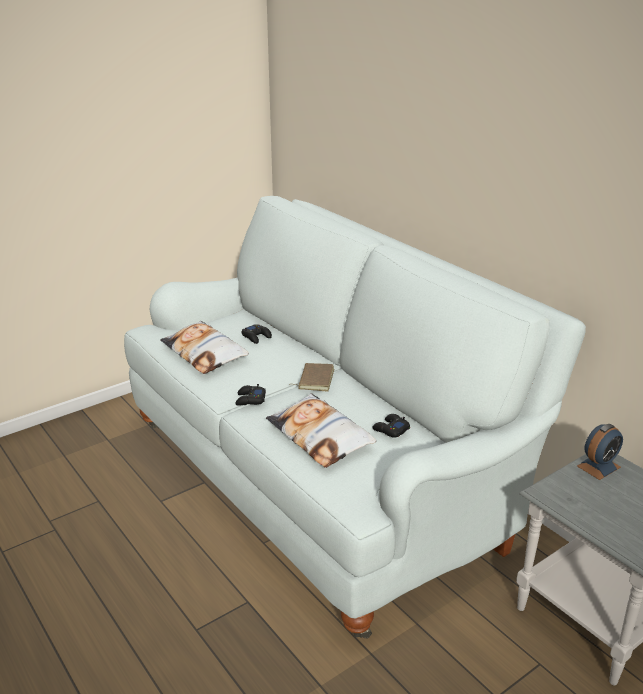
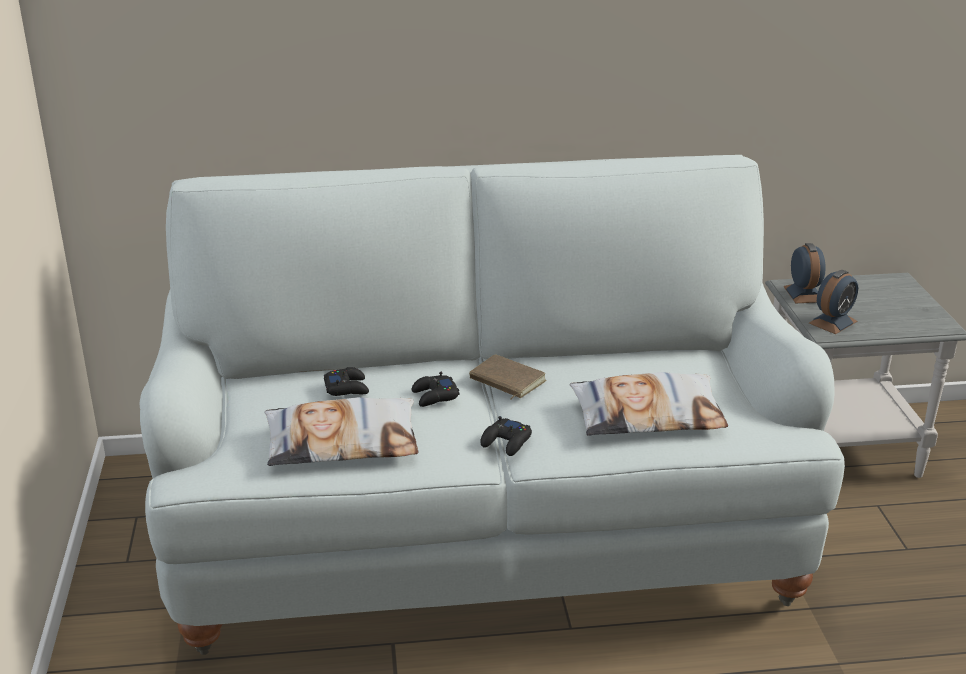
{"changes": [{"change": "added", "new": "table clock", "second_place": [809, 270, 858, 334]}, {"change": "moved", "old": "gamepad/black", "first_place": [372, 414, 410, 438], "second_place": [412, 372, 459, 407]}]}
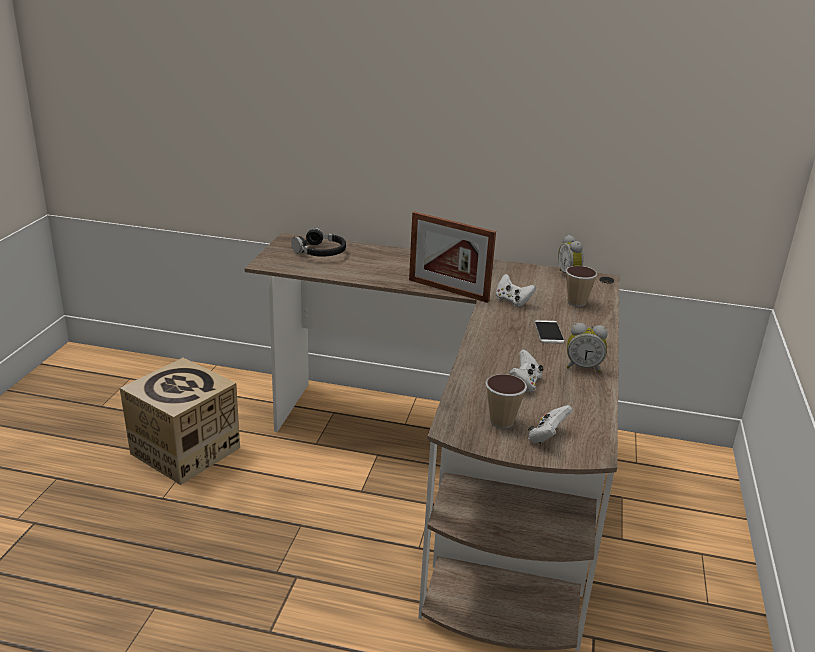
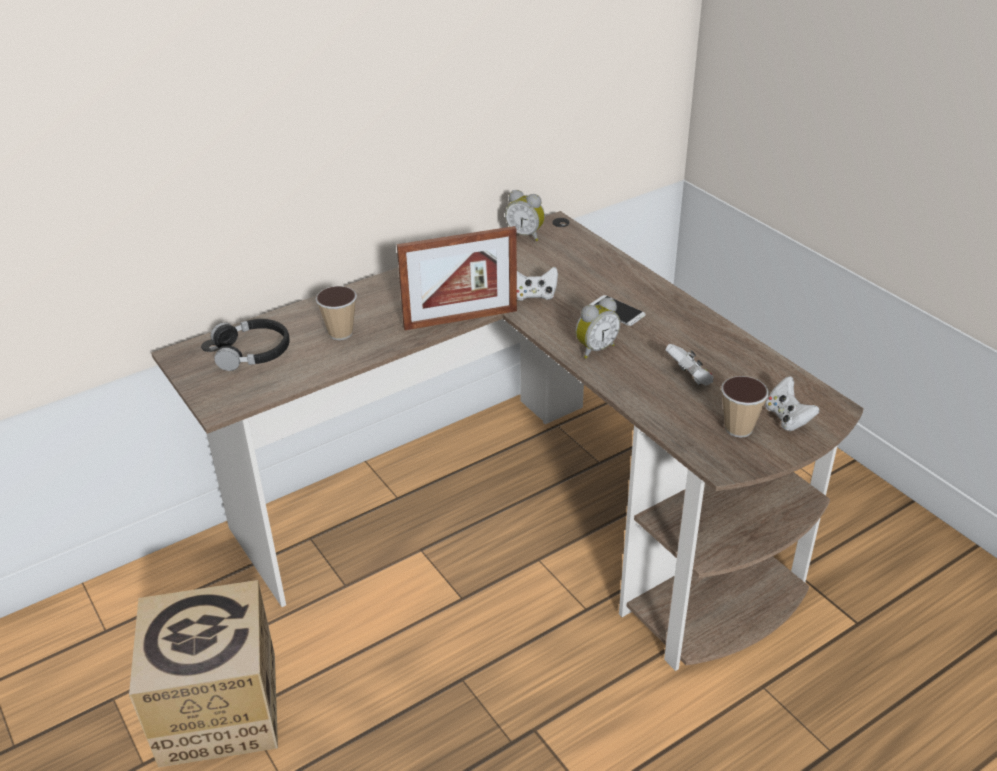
{"changes": [{"change": "moved", "old": "drinking cup", "first_place": [566, 266, 597, 307], "second_place": [316, 286, 357, 340]}, {"change": "moved", "old": "table clock", "first_place": [567, 323, 608, 372], "second_place": [576, 297, 620, 359]}]}
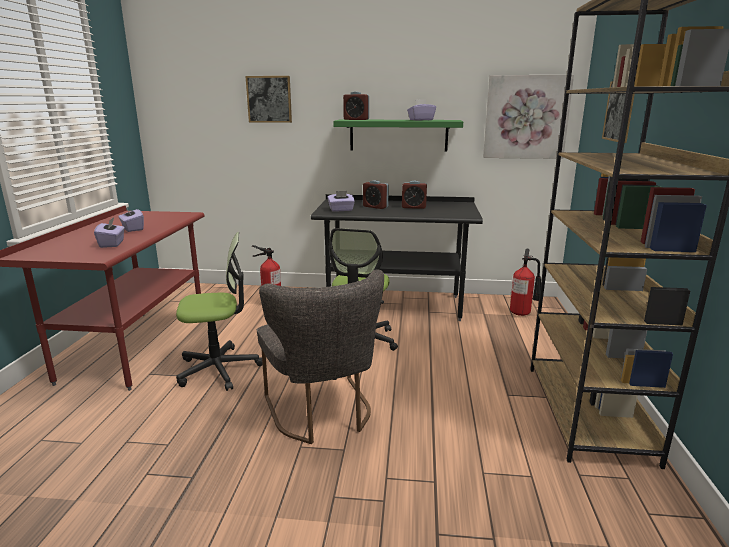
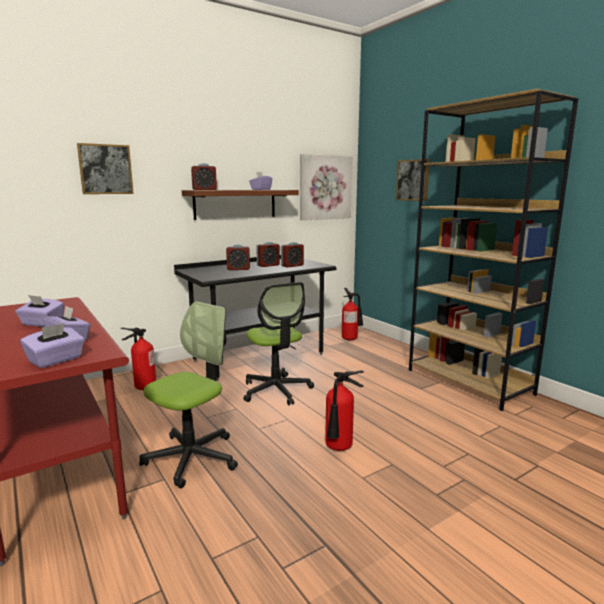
{"changes": [{"change": "added", "new": "table clock", "second_place": [281, 242, 304, 268]}, {"change": "moved", "old": "box of tissues/purple", "first_place": [327, 191, 355, 212], "second_place": [20, 323, 84, 368]}, {"change": "replaced", "old": "plain chair/gray", "new": "extinguisher", "first_place": [257, 269, 384, 444], "second_place": [325, 370, 364, 451]}, {"change": "recoloured", "old": "shelf/green-coloured", "new": "shelf/brownish", "first_place": [333, 119, 463, 151], "second_place": [182, 190, 299, 220]}]}
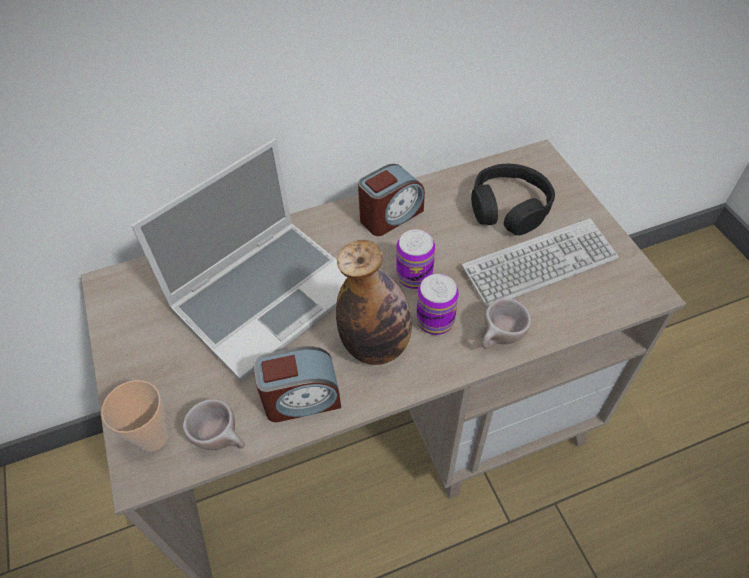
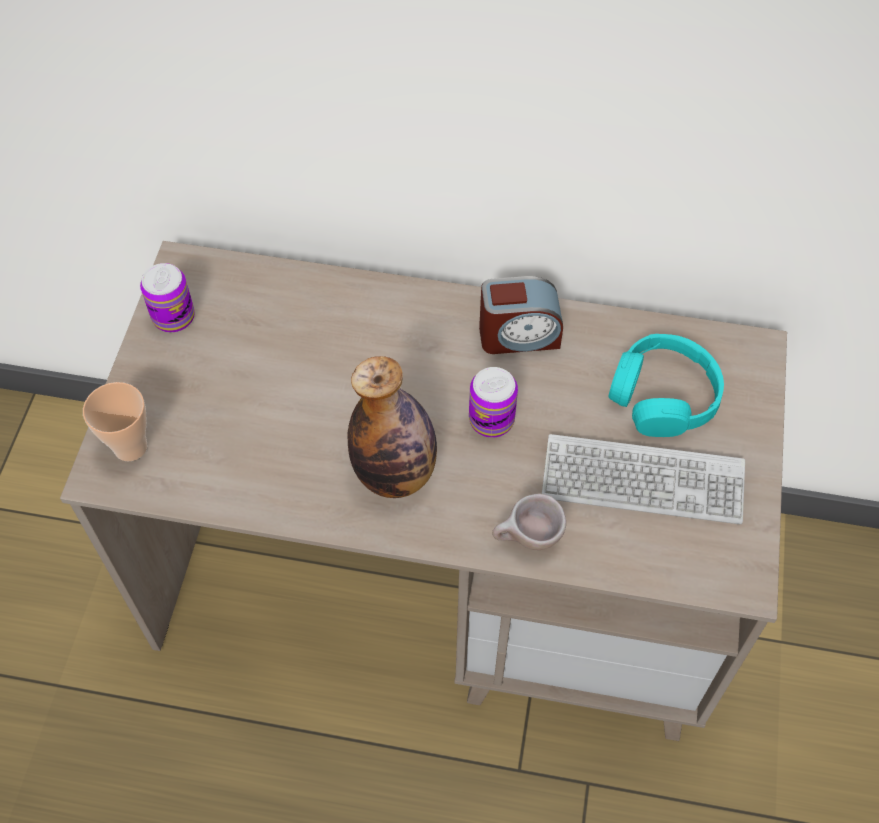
{"changes": [{"change": "removed", "old": "laptop", "first_place": [131, 139, 347, 381]}, {"change": "removed", "old": "drinking cup/sand-coloured", "first_place": [183, 399, 245, 450]}, {"change": "removed", "old": "table clock", "first_place": [253, 346, 341, 422]}, {"change": "moved", "old": "sealed can", "first_place": [416, 274, 459, 335], "second_place": [140, 263, 195, 333]}, {"change": "recoloured", "old": "headphones/black", "new": "headphones/turquoise-coloured", "first_place": [471, 164, 555, 235], "second_place": [608, 334, 724, 437]}]}
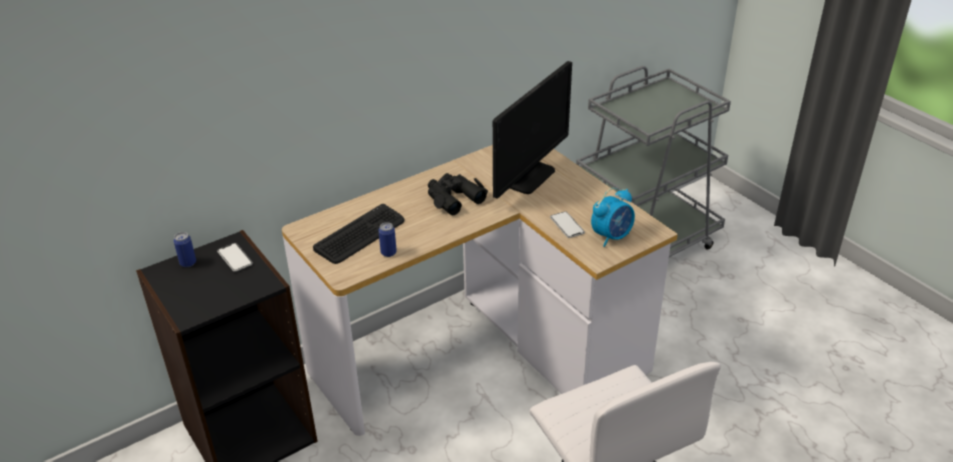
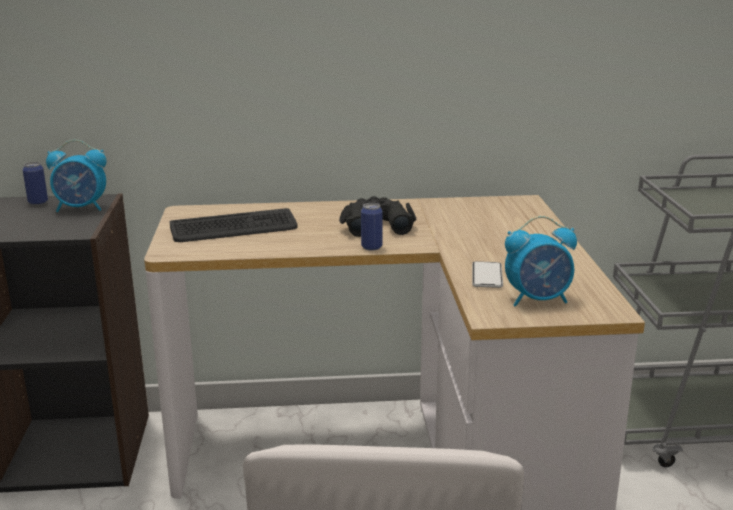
{"changes": [{"change": "removed", "old": "monitor", "first_place": [493, 61, 572, 199]}, {"change": "moved", "old": "sealed can", "first_place": [378, 222, 397, 257], "second_place": [361, 203, 383, 251]}, {"change": "replaced", "old": "handset", "new": "table clock", "first_place": [217, 243, 253, 272], "second_place": [46, 140, 107, 212]}]}
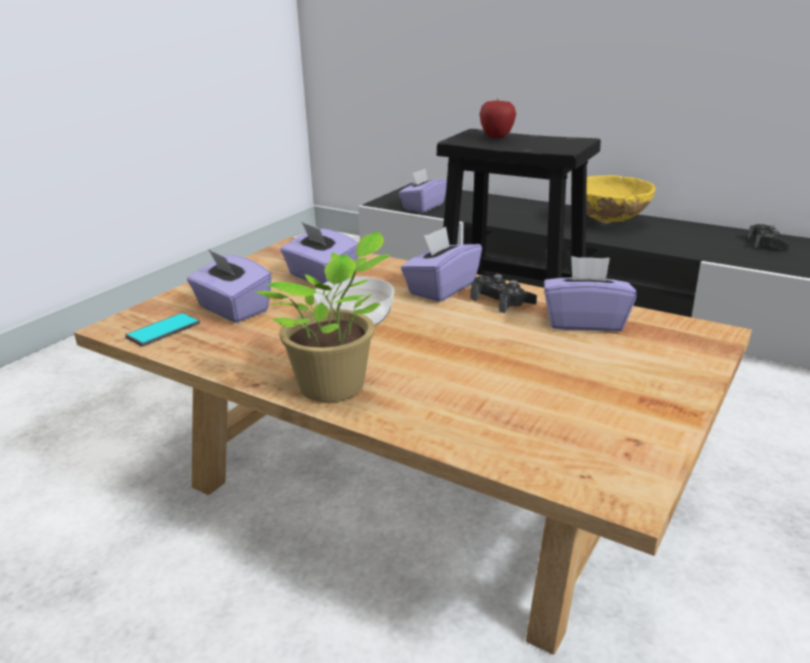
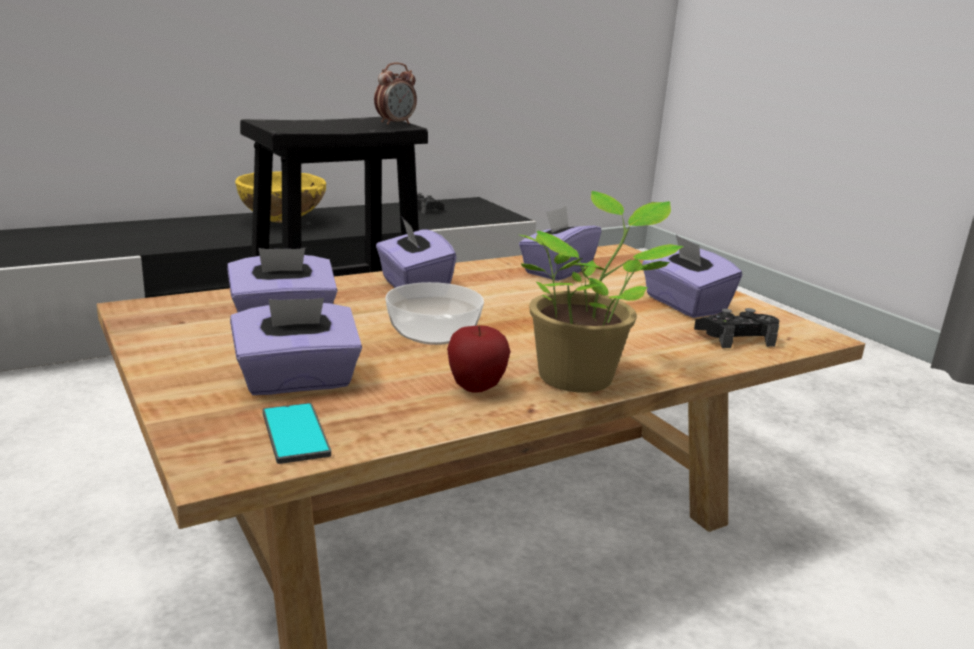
{"changes": [{"change": "added", "new": "table clock", "second_place": [374, 63, 417, 125]}, {"change": "moved", "old": "box of tissues/purple", "first_place": [399, 169, 447, 213], "second_place": [642, 235, 742, 318]}, {"change": "moved", "old": "gamepad/black", "first_place": [470, 274, 537, 314], "second_place": [694, 308, 779, 348]}, {"change": "moved", "old": "apple", "first_place": [480, 100, 516, 138], "second_place": [447, 325, 511, 393]}]}
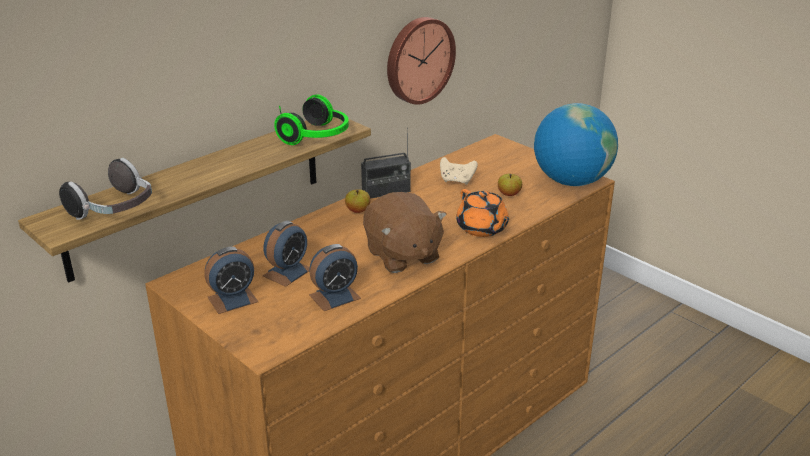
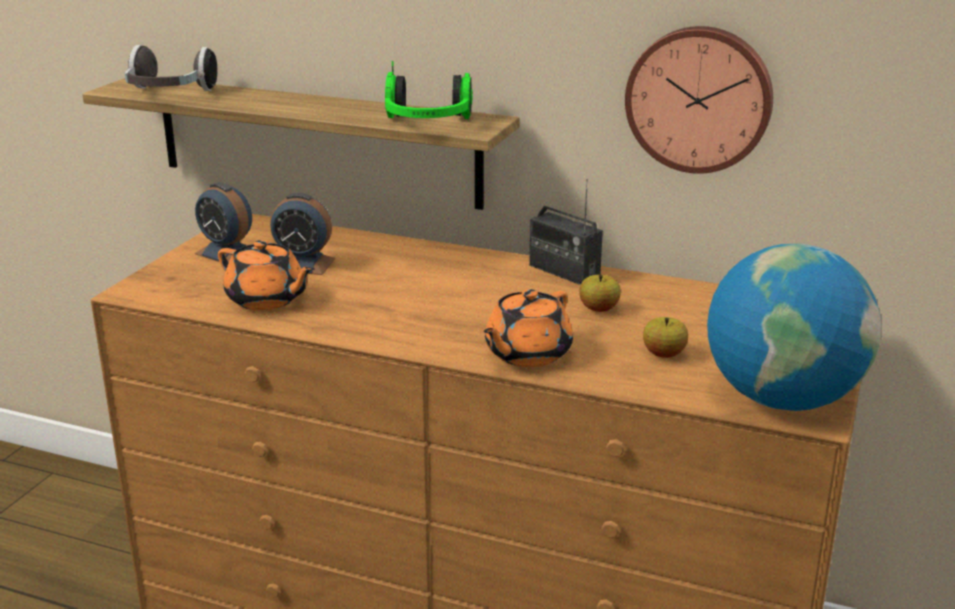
{"changes": [{"change": "removed", "old": "soft toy/brownish", "first_place": [363, 192, 447, 273]}, {"change": "removed", "old": "gamepad/sand-coloured", "first_place": [440, 157, 478, 185]}, {"change": "moved", "old": "apple", "first_place": [345, 189, 370, 213], "second_place": [579, 275, 621, 312]}, {"change": "replaced", "old": "table clock", "new": "tea pot/orange-coloured", "first_place": [309, 244, 361, 311], "second_place": [218, 240, 315, 310]}]}
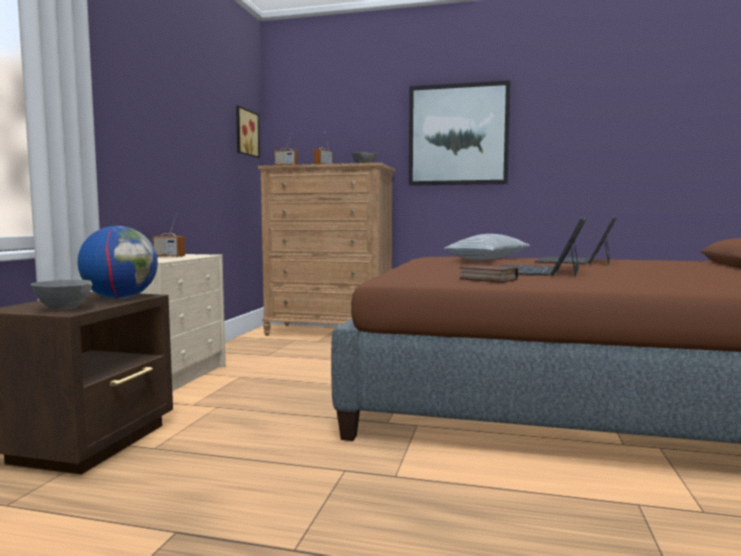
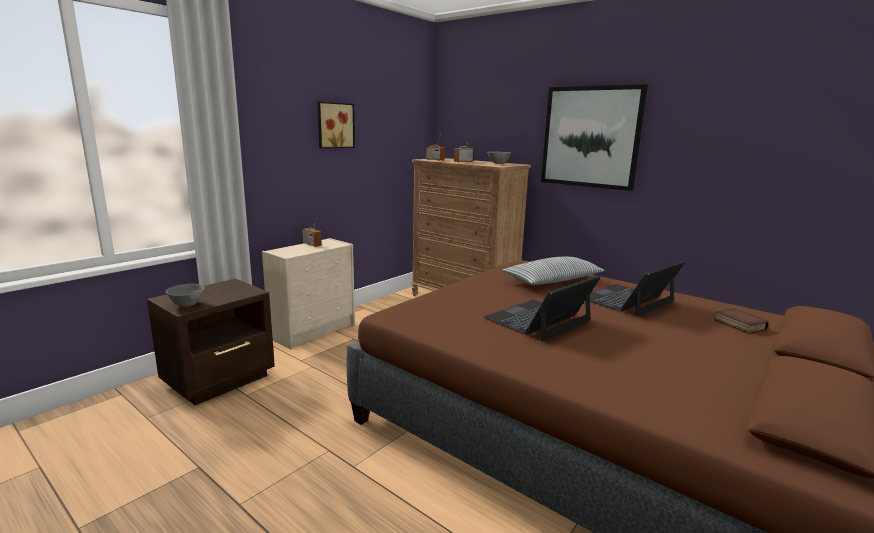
{"changes": [{"change": "removed", "old": "world globe", "first_place": [78, 226, 158, 299]}, {"change": "moved", "old": "picture", "first_place": [236, 105, 260, 158], "second_place": [318, 101, 355, 149]}, {"change": "moved", "old": "book", "first_place": [459, 265, 518, 283], "second_place": [714, 308, 768, 334]}]}
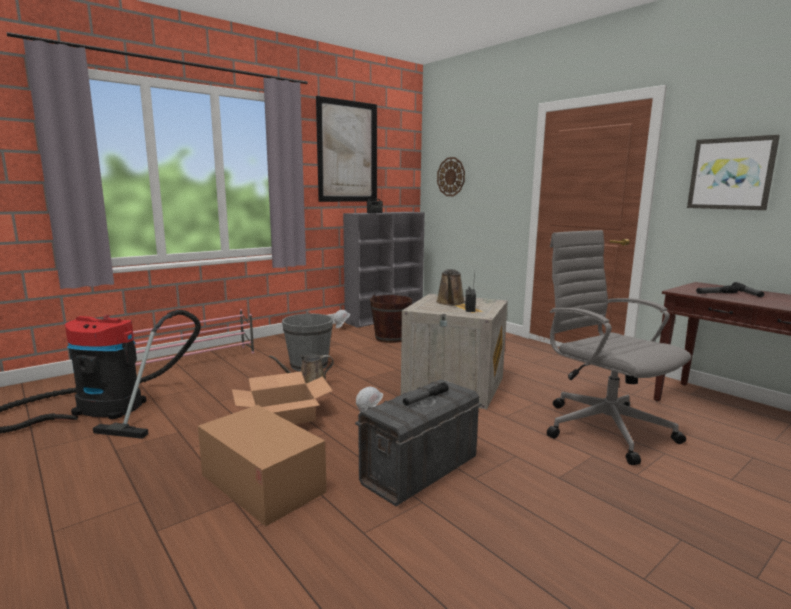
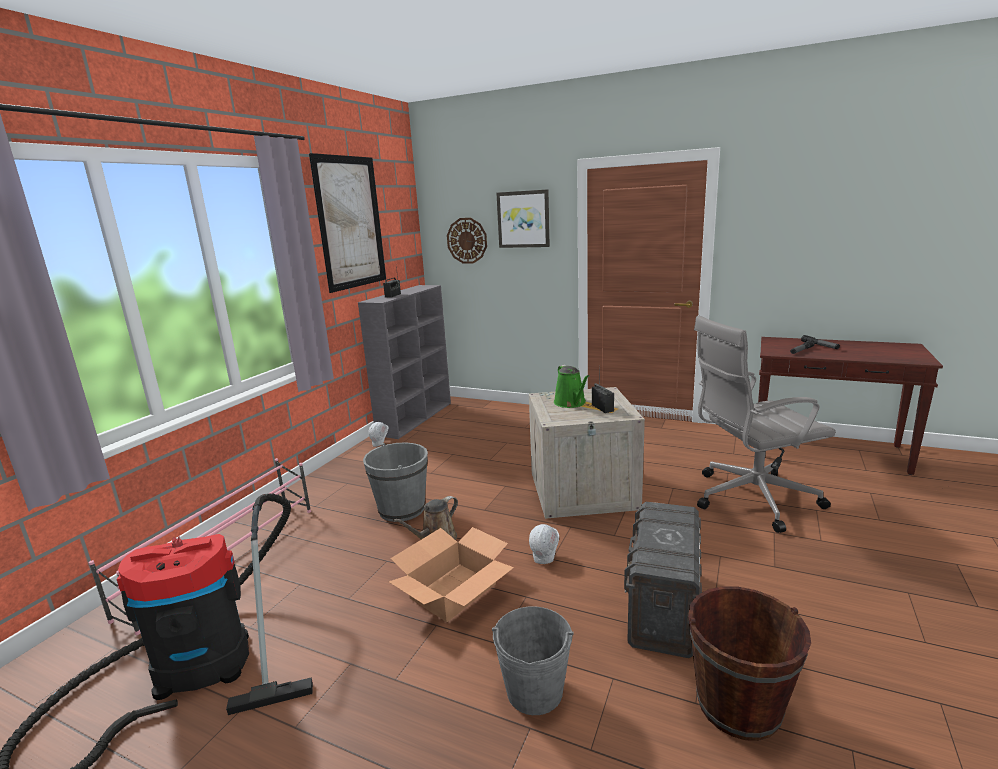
{"changes": [{"change": "removed", "old": "torch", "first_place": [403, 382, 449, 406]}, {"change": "moved", "old": "bucket/brownish", "first_place": [370, 295, 412, 343], "second_place": [688, 587, 811, 741]}, {"change": "moved", "old": "picture", "first_place": [687, 135, 780, 210], "second_place": [496, 189, 550, 248]}, {"change": "replaced", "old": "carton", "new": "bucket/gray", "first_place": [198, 405, 327, 527], "second_place": [492, 606, 574, 715]}, {"change": "recoloured", "old": "watering can/brownish", "new": "watering can/green-coloured", "first_place": [436, 269, 465, 305], "second_place": [554, 365, 589, 408]}, {"change": "turned", "old": "office chair/gray", "first_place": [547, 230, 691, 465], "second_place": [694, 316, 836, 533], "degrees": -45}]}
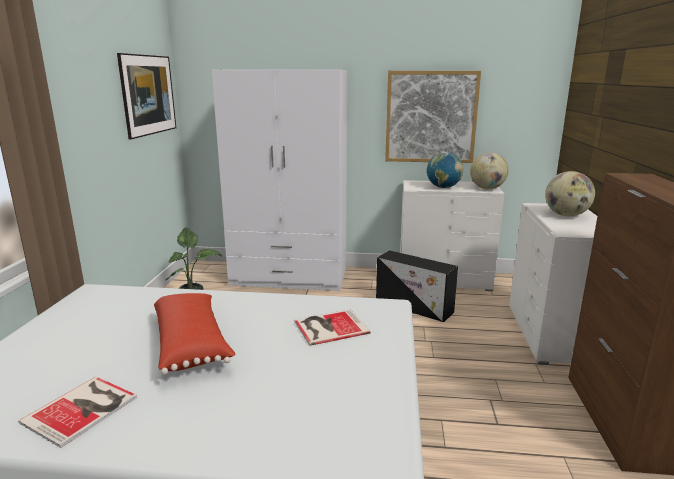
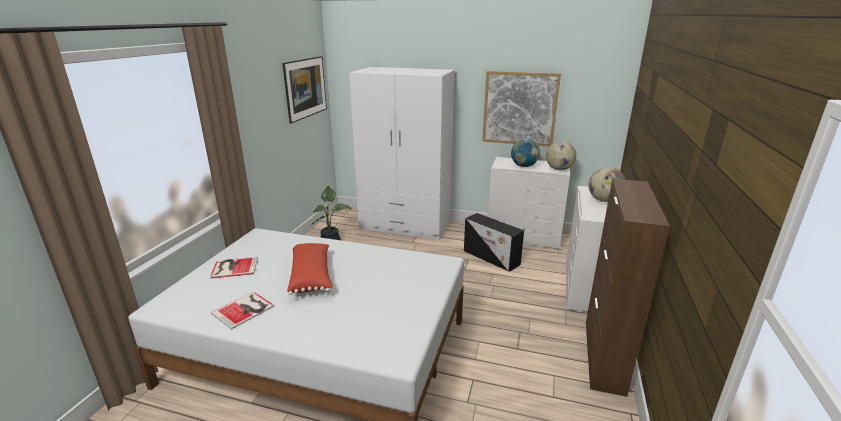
{"changes": [{"change": "moved", "old": "book", "first_place": [294, 309, 371, 346], "second_place": [210, 257, 258, 279]}]}
